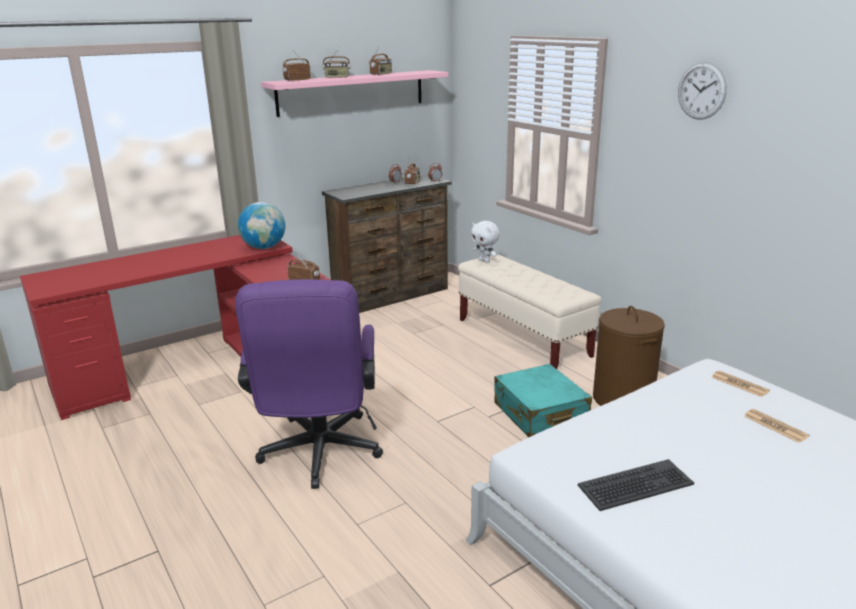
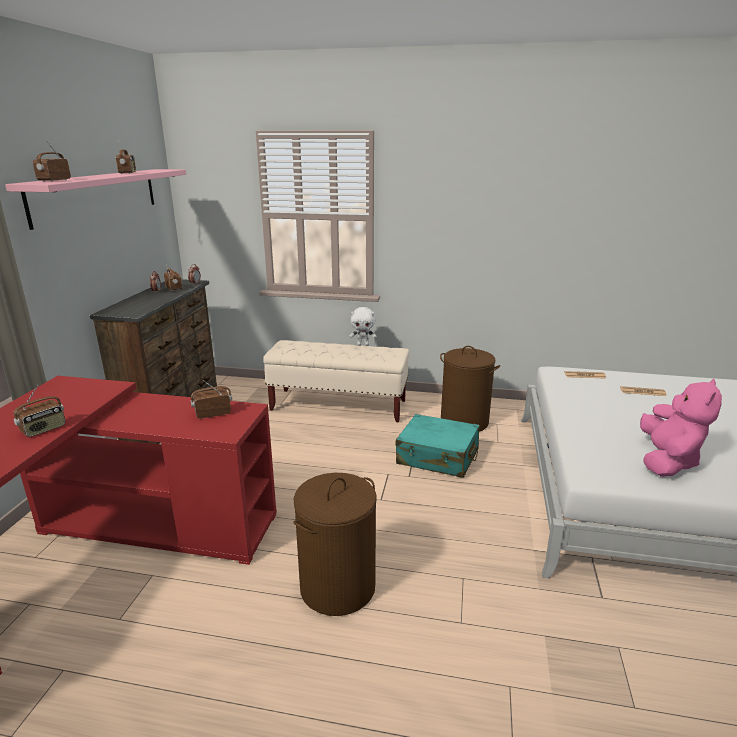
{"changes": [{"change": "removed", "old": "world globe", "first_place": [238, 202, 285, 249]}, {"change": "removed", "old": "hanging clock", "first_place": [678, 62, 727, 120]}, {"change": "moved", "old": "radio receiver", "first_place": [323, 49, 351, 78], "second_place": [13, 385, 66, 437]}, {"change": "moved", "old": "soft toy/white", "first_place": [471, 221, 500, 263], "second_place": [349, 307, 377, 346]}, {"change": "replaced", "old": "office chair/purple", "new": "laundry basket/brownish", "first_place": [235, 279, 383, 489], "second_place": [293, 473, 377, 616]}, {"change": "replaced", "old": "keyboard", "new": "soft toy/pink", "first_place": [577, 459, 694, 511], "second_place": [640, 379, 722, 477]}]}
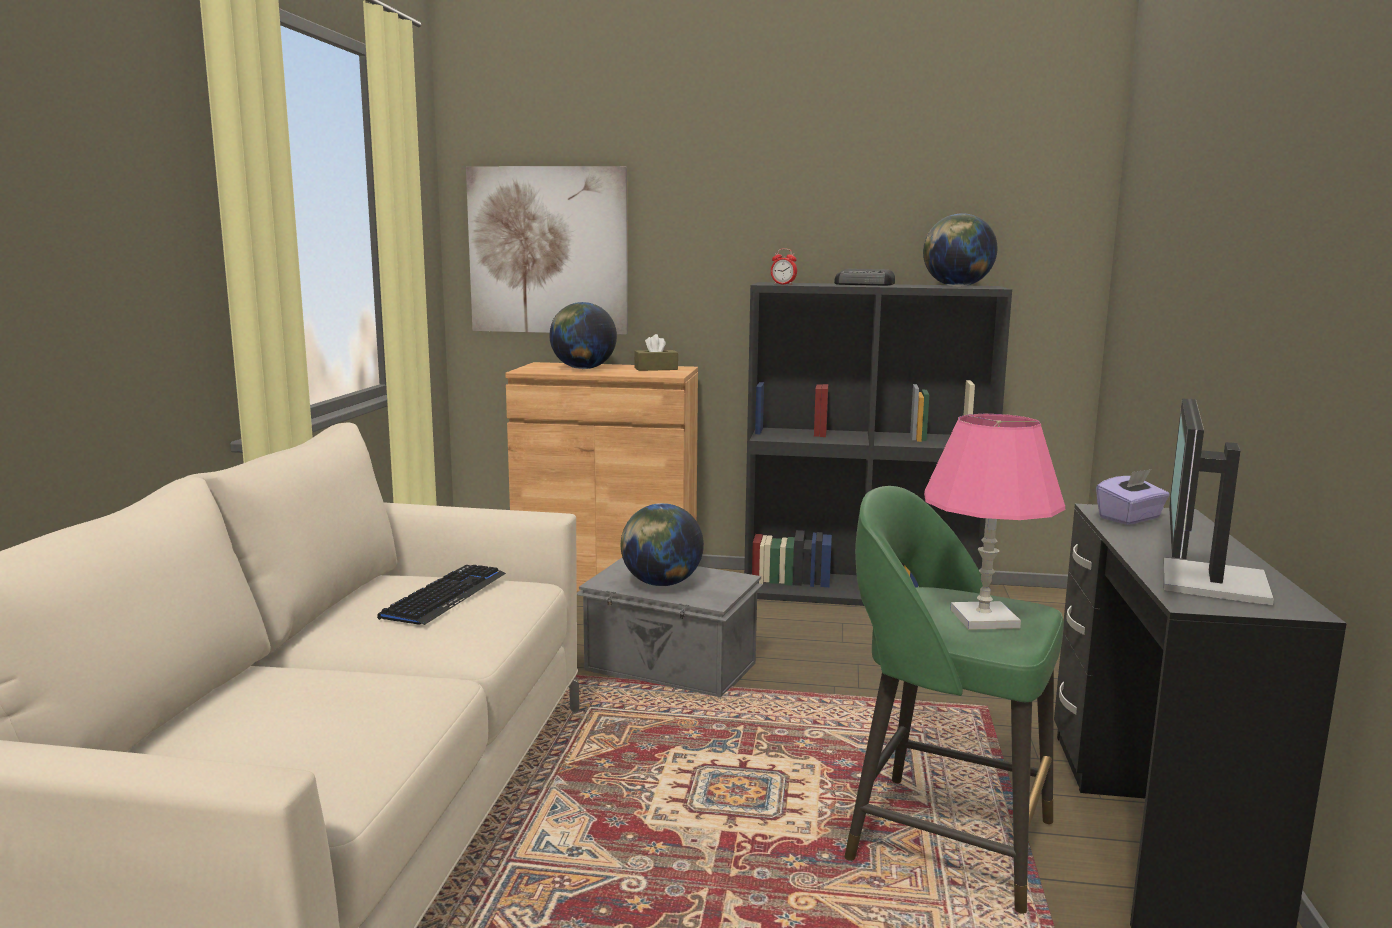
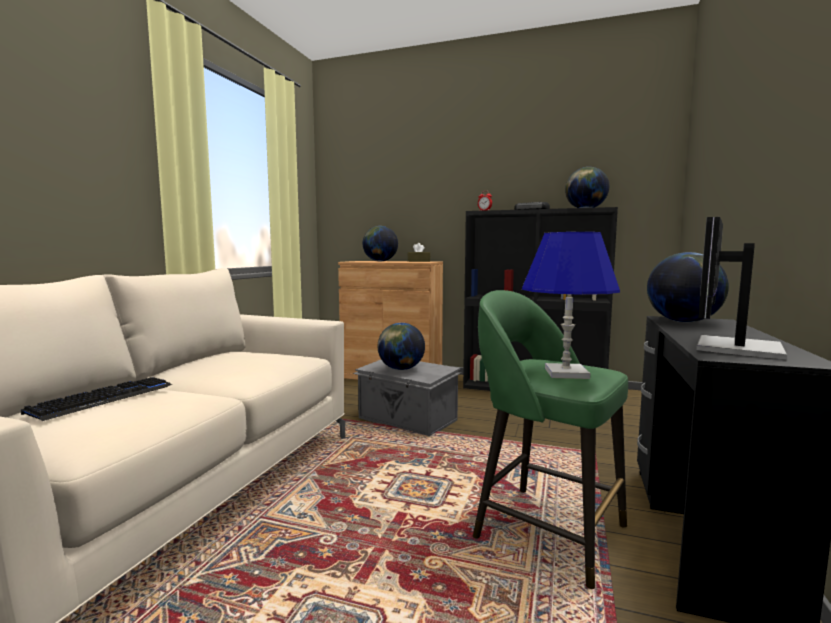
{"changes": [{"change": "removed", "old": "picture", "first_place": [466, 166, 628, 335]}, {"change": "moved", "old": "keyboard", "first_place": [377, 565, 506, 625], "second_place": [21, 377, 172, 421]}, {"change": "replaced", "old": "box of tissues/purple", "new": "world globe", "first_place": [1096, 469, 1170, 525], "second_place": [647, 252, 729, 322]}, {"change": "recoloured", "old": "lamp for a table/pink", "new": "lamp for a table/blue-coloured", "first_place": [924, 414, 1065, 630], "second_place": [522, 232, 620, 379]}]}
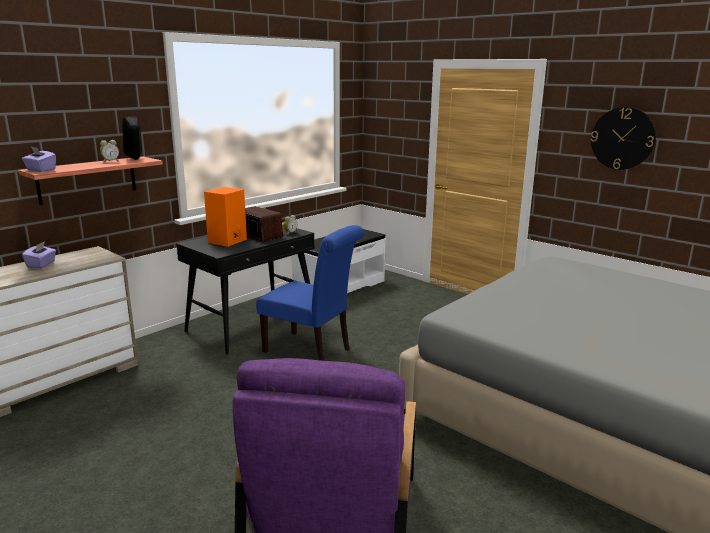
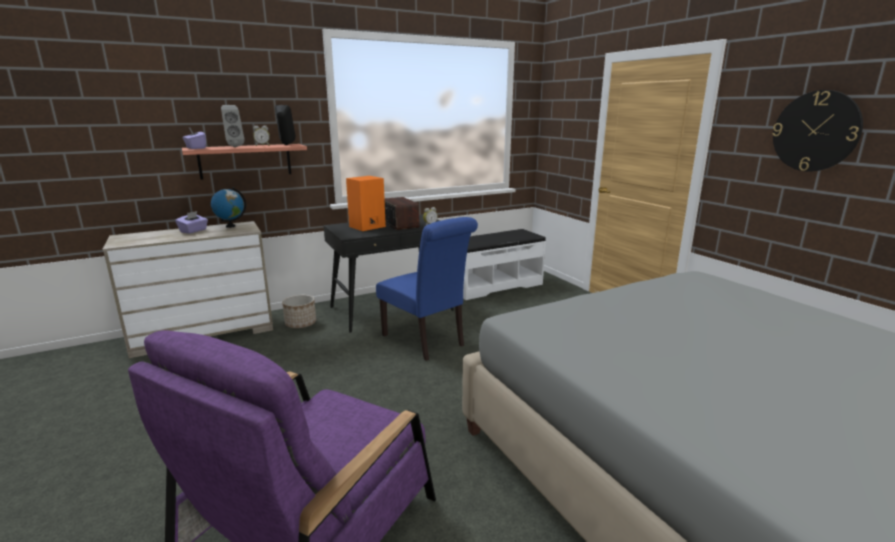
{"changes": [{"change": "added", "new": "world globe", "second_place": [211, 188, 246, 228]}, {"change": "added", "new": "audio speaker/gray", "second_place": [221, 105, 245, 147]}, {"change": "added", "new": "planter", "second_place": [282, 295, 316, 328]}]}
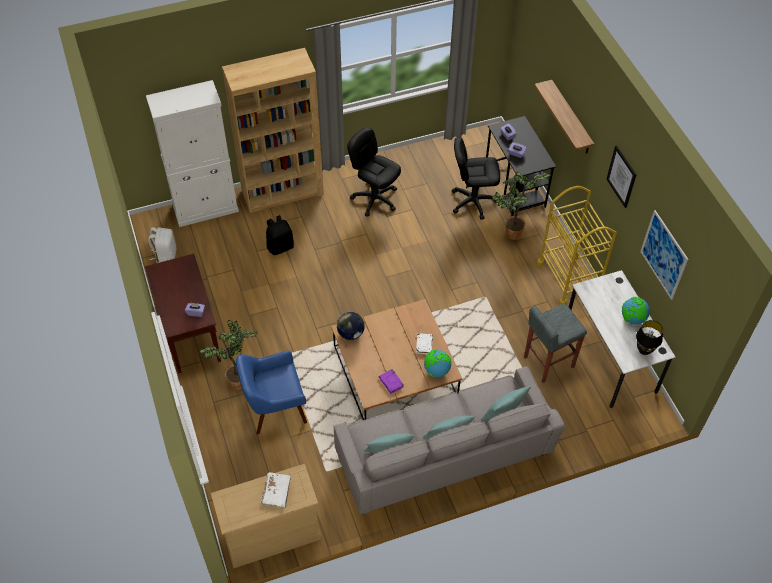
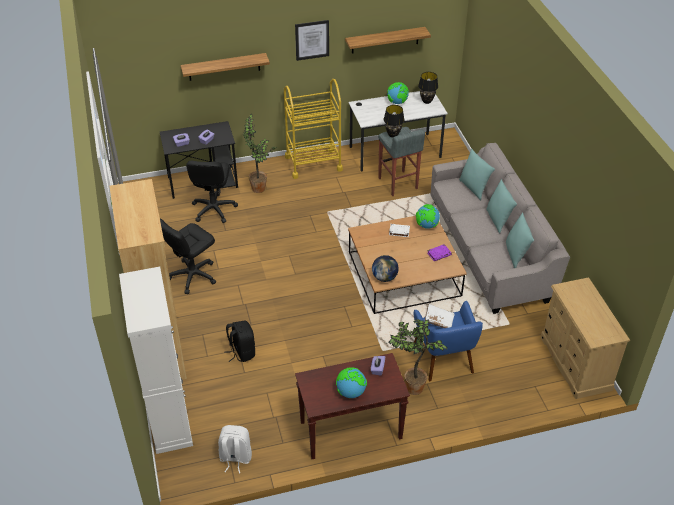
{"changes": [{"change": "added", "new": "world globe", "second_place": [336, 367, 367, 398]}, {"change": "added", "new": "lamp for a table/black", "second_place": [384, 105, 404, 138]}, {"change": "moved", "old": "book/white", "first_place": [261, 472, 291, 508], "second_place": [425, 304, 455, 328]}, {"change": "replaced", "old": "picture", "new": "shelf", "first_place": [640, 210, 688, 300], "second_place": [345, 27, 431, 54]}]}
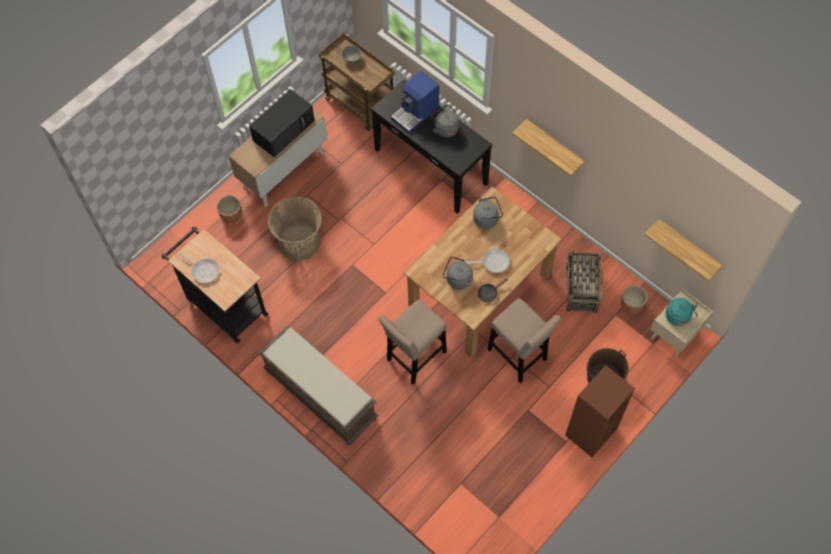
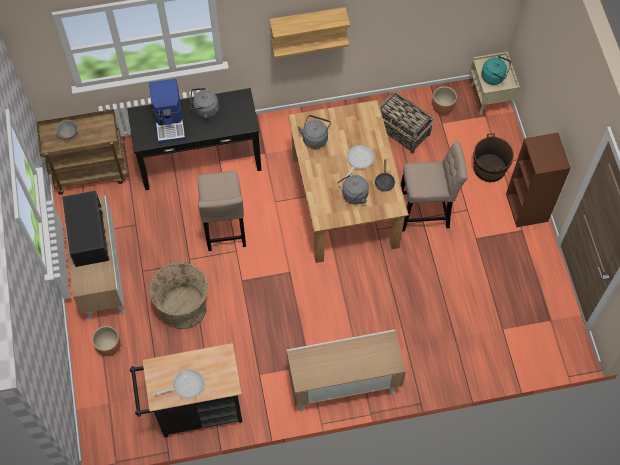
{"changes": [{"change": "moved", "old": "stool/sand-coloured", "first_place": [378, 300, 447, 384], "second_place": [198, 171, 246, 251]}, {"change": "moved", "old": "shelf", "first_place": [645, 219, 722, 282], "second_place": [269, 7, 350, 39]}, {"change": "replaced", "old": "indoor bench/brownish", "new": "storage cabinet", "first_place": [258, 325, 379, 445], "second_place": [287, 330, 406, 412]}]}
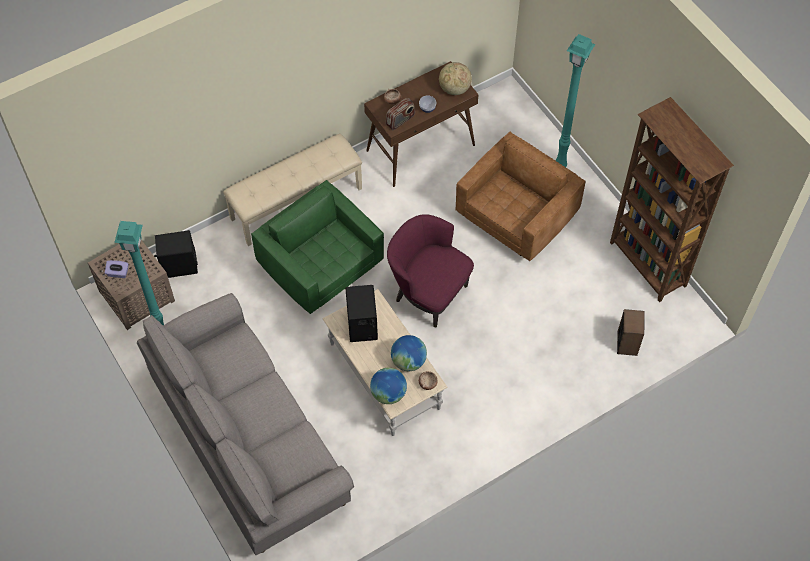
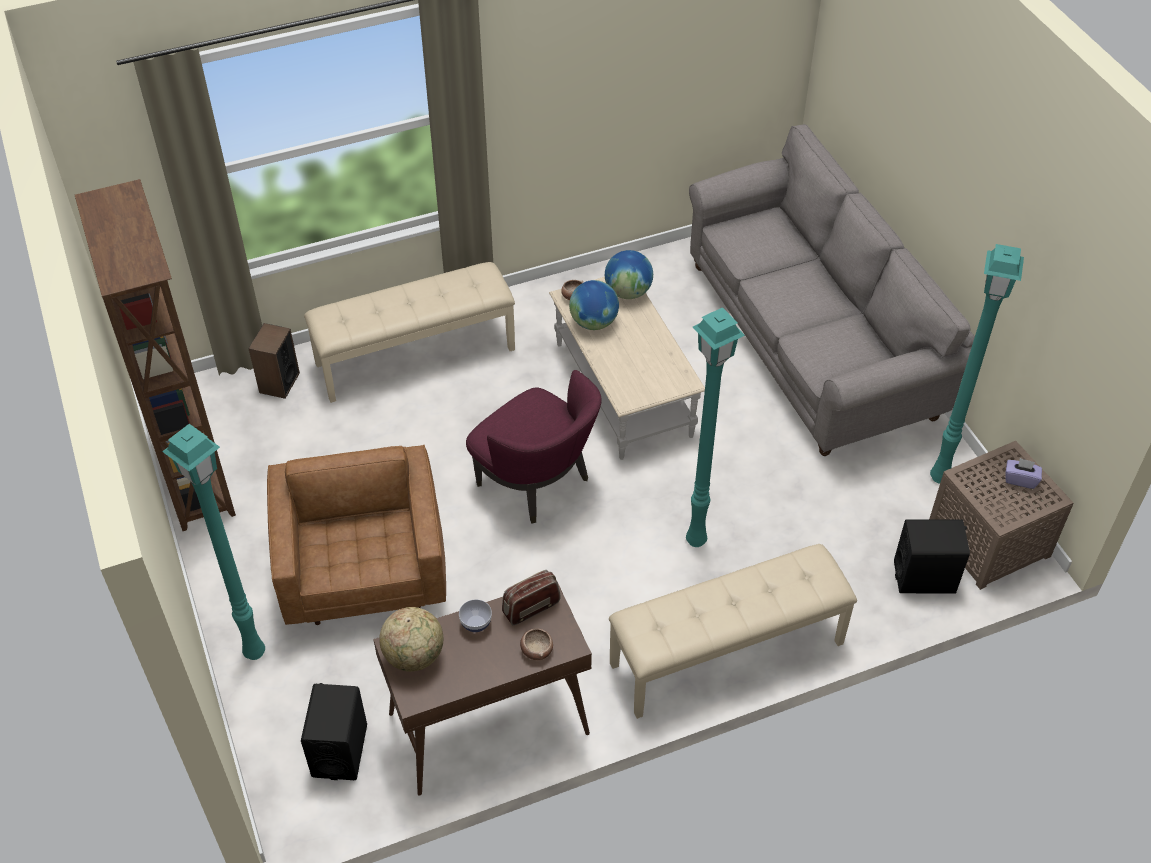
{"changes": [{"change": "added", "new": "indoor bench/sand-coloured", "second_place": [304, 262, 515, 403]}, {"change": "moved", "old": "audio speaker/black", "first_place": [345, 285, 378, 342], "second_place": [301, 683, 367, 780]}, {"change": "replaced", "old": "easy chair/green-coloured", "new": "floor lamp/turquoise-coloured", "first_place": [251, 180, 384, 314], "second_place": [686, 307, 745, 547]}, {"change": "turned", "old": "easy chair/brownish", "first_place": [456, 132, 586, 261], "second_place": [267, 445, 446, 625], "degrees": 120}]}
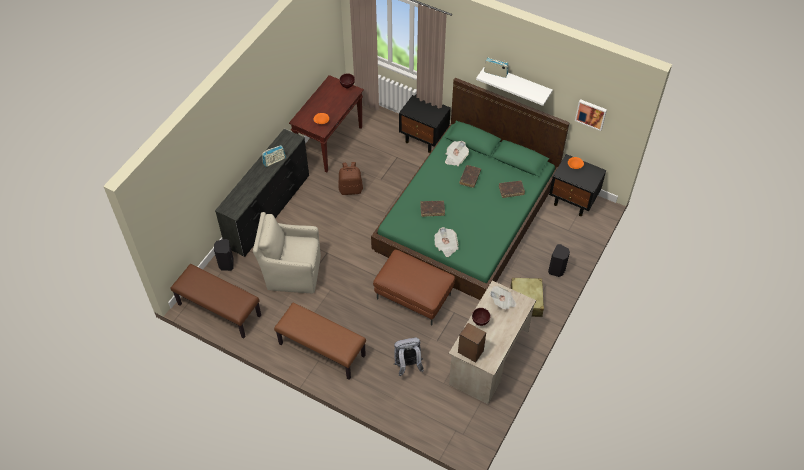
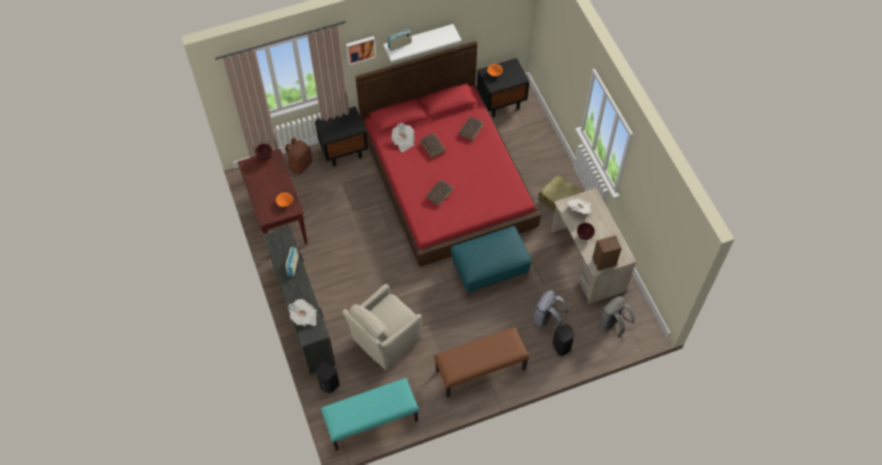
{"changes": [{"change": "added", "new": "knapsack/gray", "second_place": [599, 296, 635, 338]}, {"change": "moved", "old": "knapsack/brownish", "first_place": [338, 162, 363, 195], "second_place": [285, 138, 312, 174]}, {"change": "moved", "old": "daily paper", "first_place": [434, 227, 459, 257], "second_place": [288, 299, 317, 327]}, {"change": "moved", "old": "audio speaker/black", "first_place": [548, 244, 570, 277], "second_place": [552, 324, 575, 356]}, {"change": "moved", "old": "picture", "first_place": [575, 99, 607, 131], "second_place": [346, 36, 376, 65]}, {"change": "recoloured", "old": "indoor bench/brownish", "new": "indoor bench/turquoise-coloured", "first_place": [171, 264, 261, 338], "second_place": [321, 378, 419, 451]}, {"change": "recoloured", "old": "sleeping bed/green-coloured", "new": "sleeping bed/red-coloured", "first_place": [371, 78, 570, 300], "second_place": [355, 41, 541, 266]}, {"change": "recoloured", "old": "footrest/brownish", "new": "footrest/turquoise-coloured", "first_place": [373, 250, 455, 326], "second_place": [451, 226, 531, 297]}]}
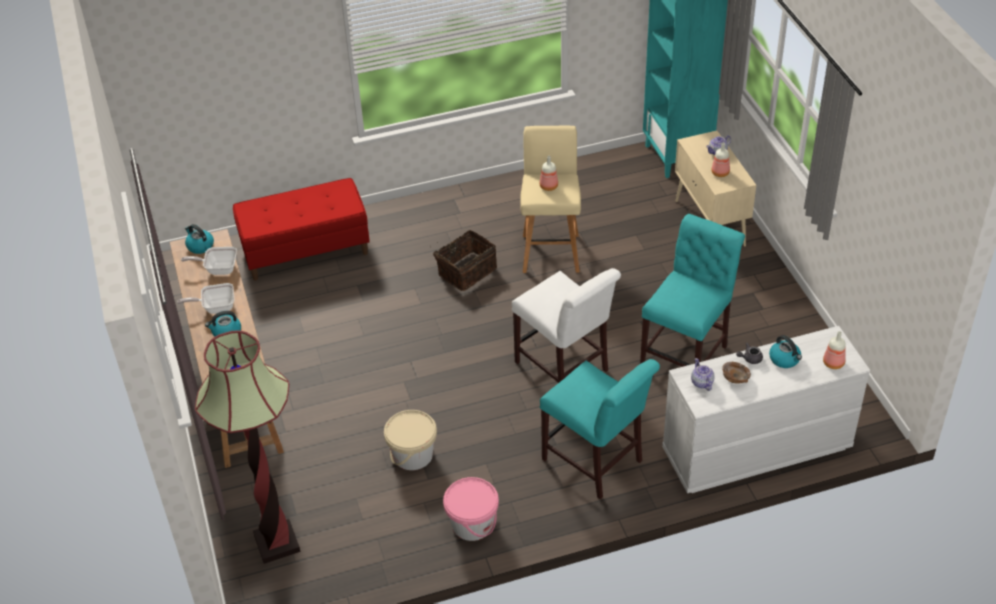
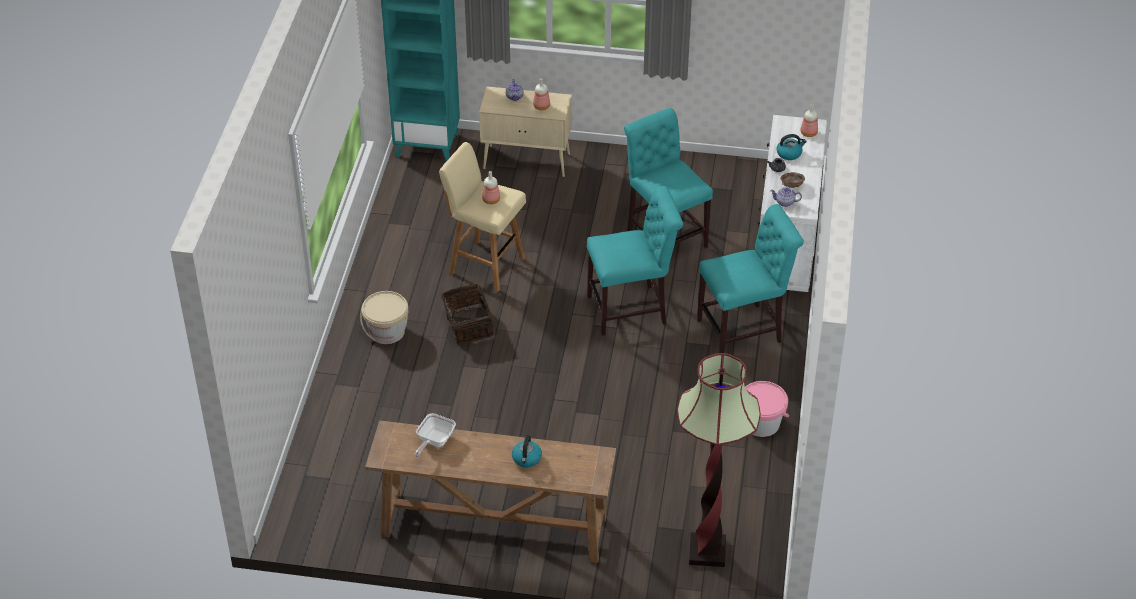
{"changes": [{"change": "removed", "old": "frying pan", "first_place": [177, 283, 234, 314]}, {"change": "removed", "old": "kettle", "first_place": [185, 224, 214, 254]}, {"change": "removed", "old": "indoor bench/red-coloured", "first_place": [233, 178, 370, 281]}, {"change": "moved", "old": "bucket/sand-coloured", "first_place": [384, 410, 437, 470], "second_place": [360, 291, 409, 344]}, {"change": "recoloured", "old": "plain chair/white", "new": "plain chair/turquoise-coloured", "first_place": [512, 268, 621, 383], "second_place": [587, 186, 683, 336]}]}
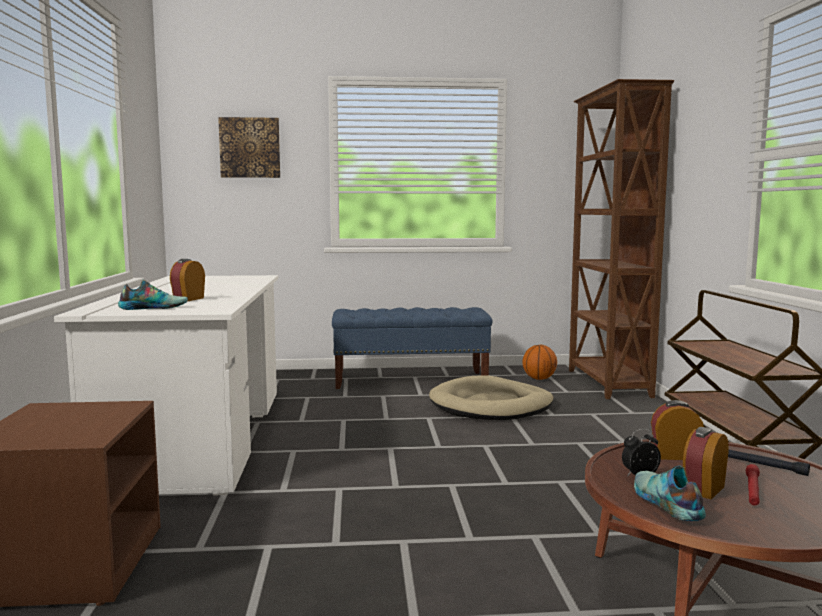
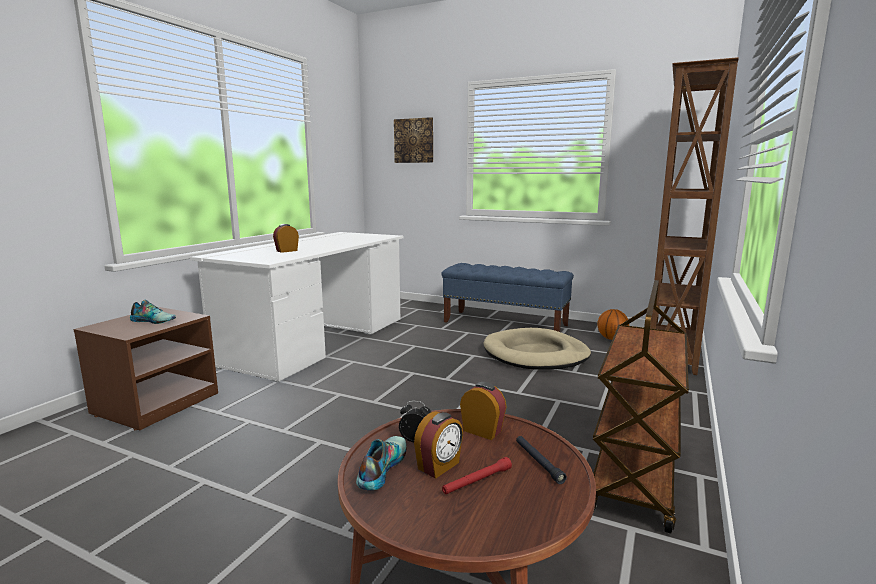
{"changes": [{"change": "moved", "old": "low shoe", "first_place": [118, 279, 188, 310], "second_place": [130, 300, 176, 324]}, {"change": "turned", "old": "table clock", "first_place": [683, 427, 728, 499], "second_place": [414, 411, 463, 478], "degrees": 150}]}
